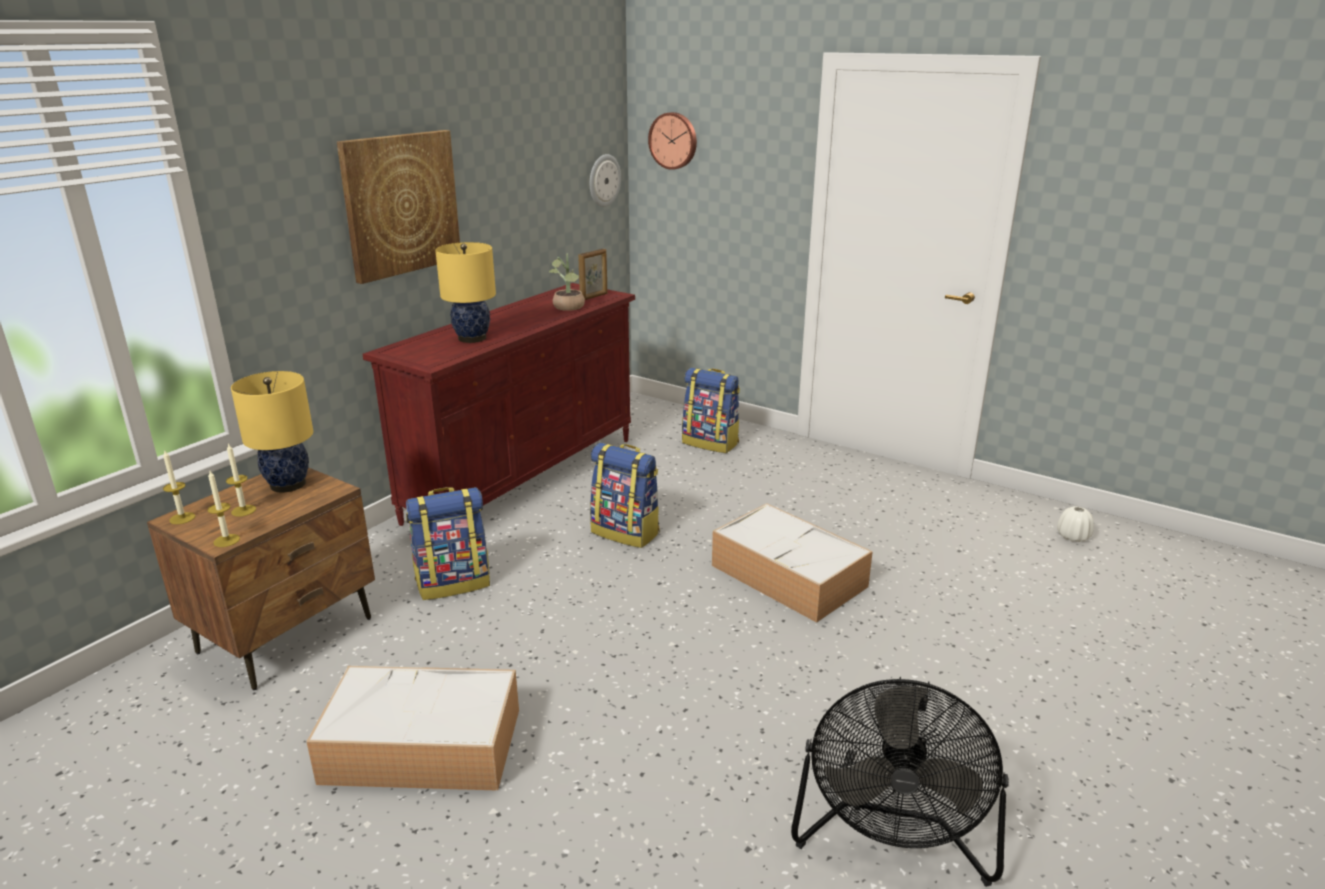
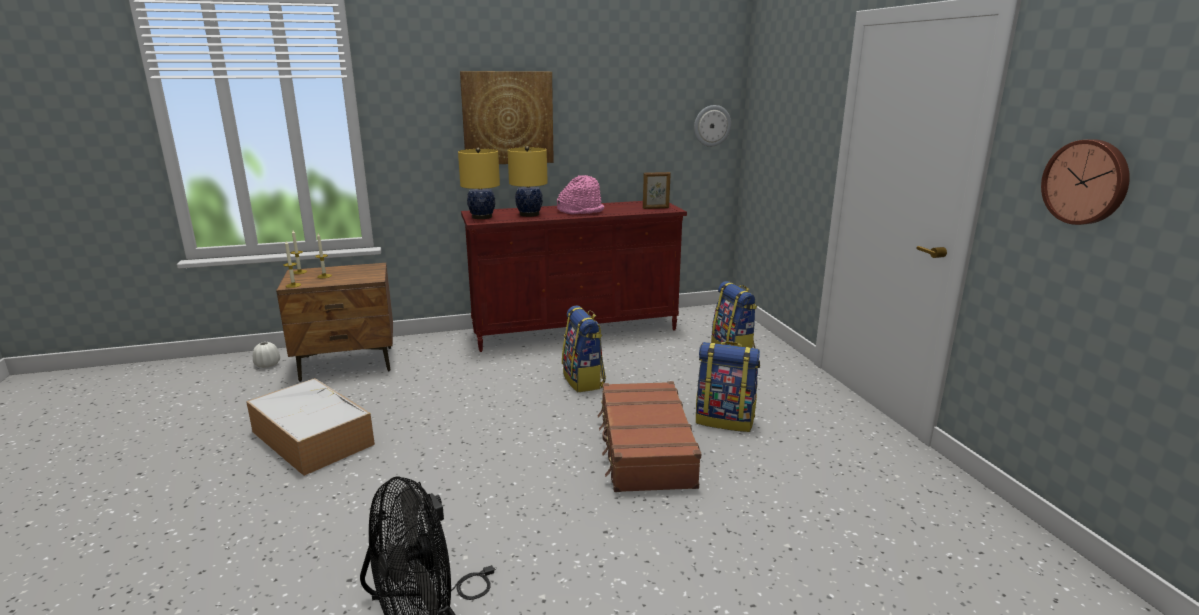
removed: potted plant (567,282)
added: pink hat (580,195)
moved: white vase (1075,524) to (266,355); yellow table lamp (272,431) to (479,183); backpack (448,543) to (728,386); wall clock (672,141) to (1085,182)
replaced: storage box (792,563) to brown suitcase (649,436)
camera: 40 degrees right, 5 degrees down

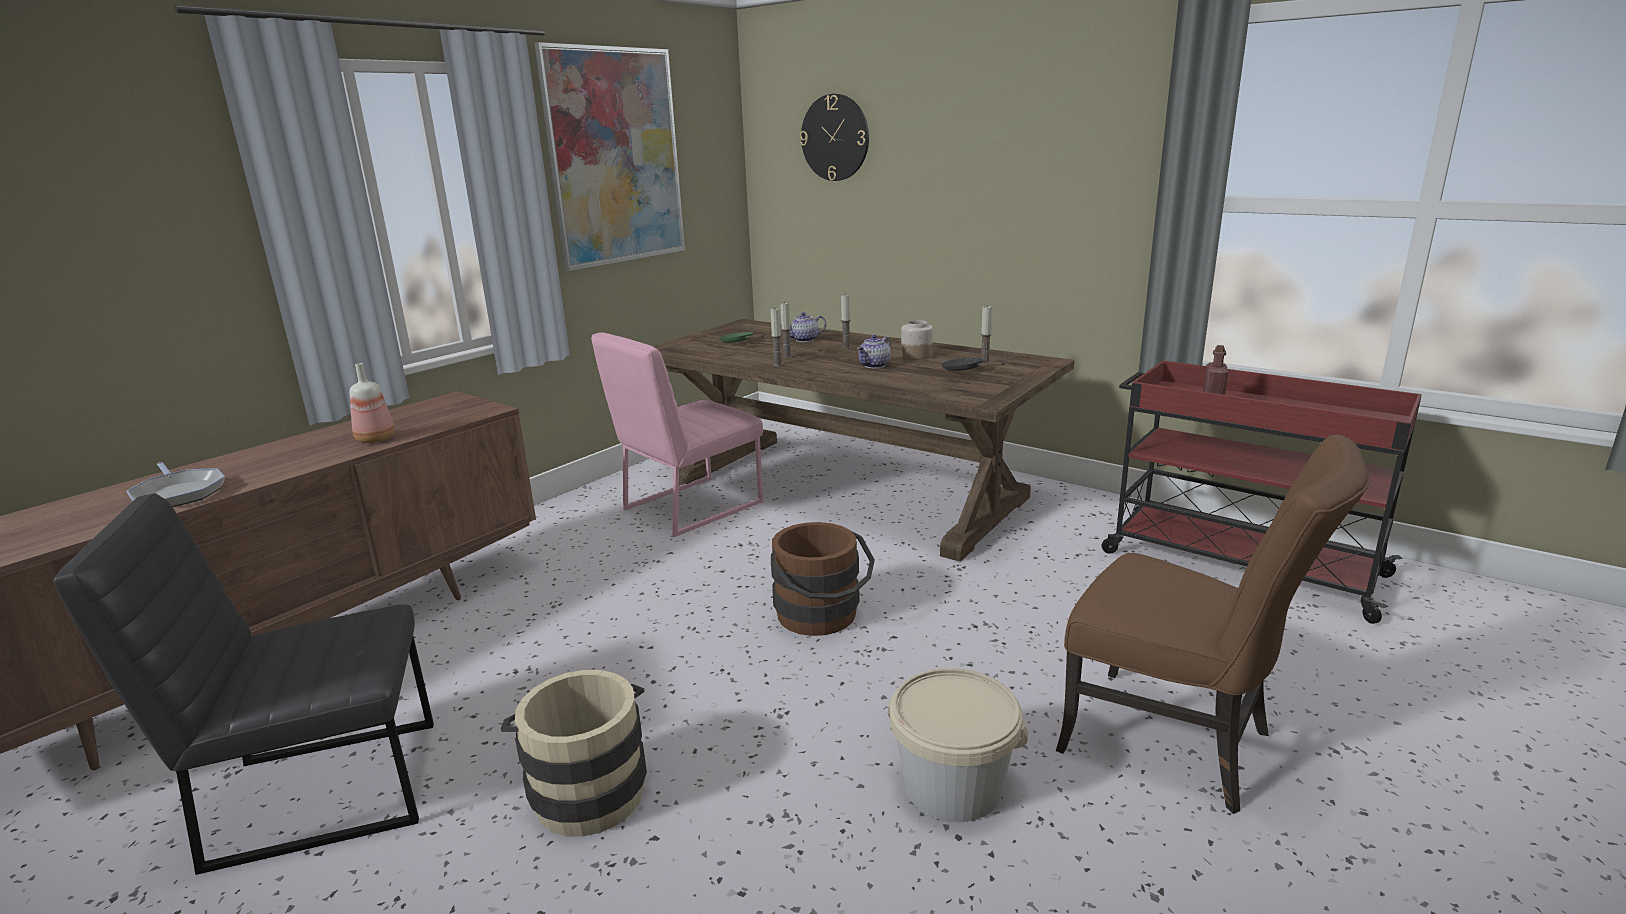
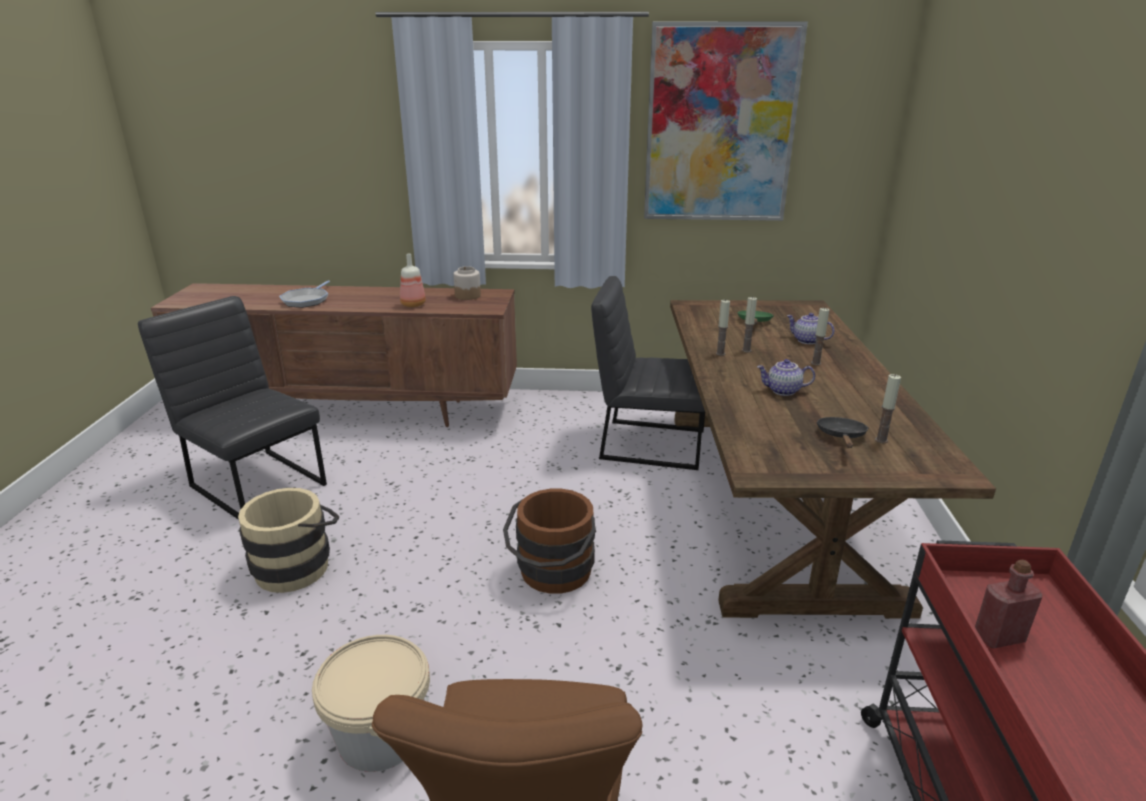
removed: wall clock (834,137)
moved: jar (917,339) to (467,283)
recoloured: pink chair (677,434) to grey chair (648,373)
camera: 55 degrees right, 5 degrees up

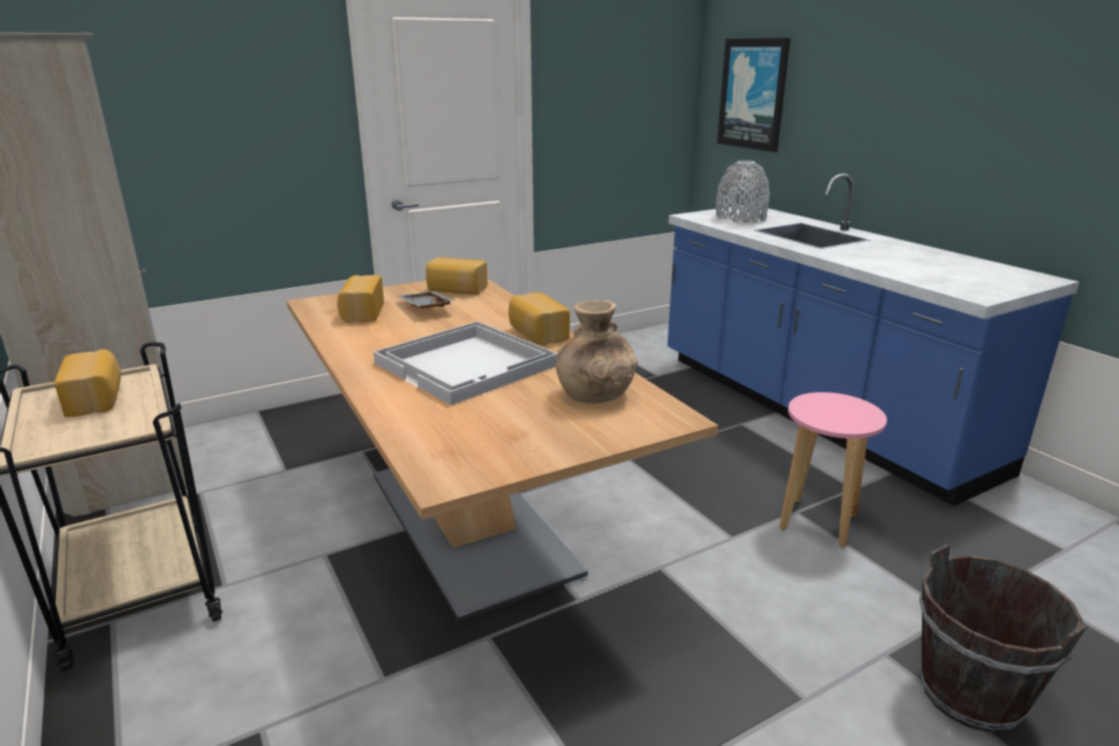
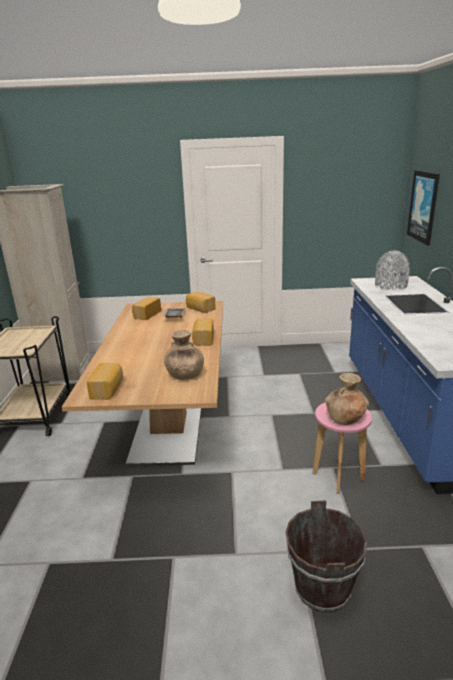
removed: white tray (465,363)
added: brown vase (347,399)
moved: bread (88,383) to (105,381)
camera: 30 degrees right, 0 degrees up

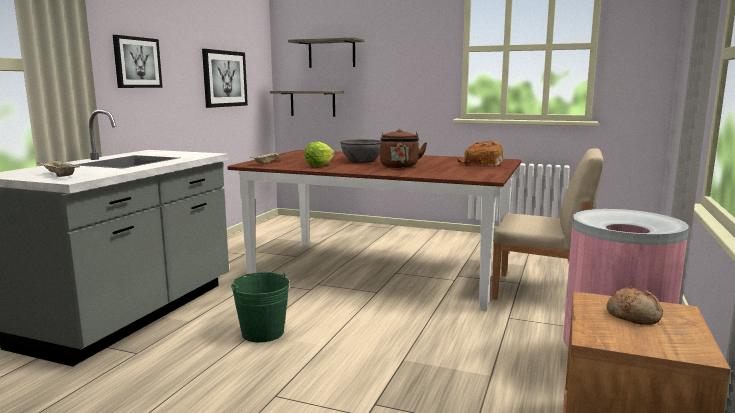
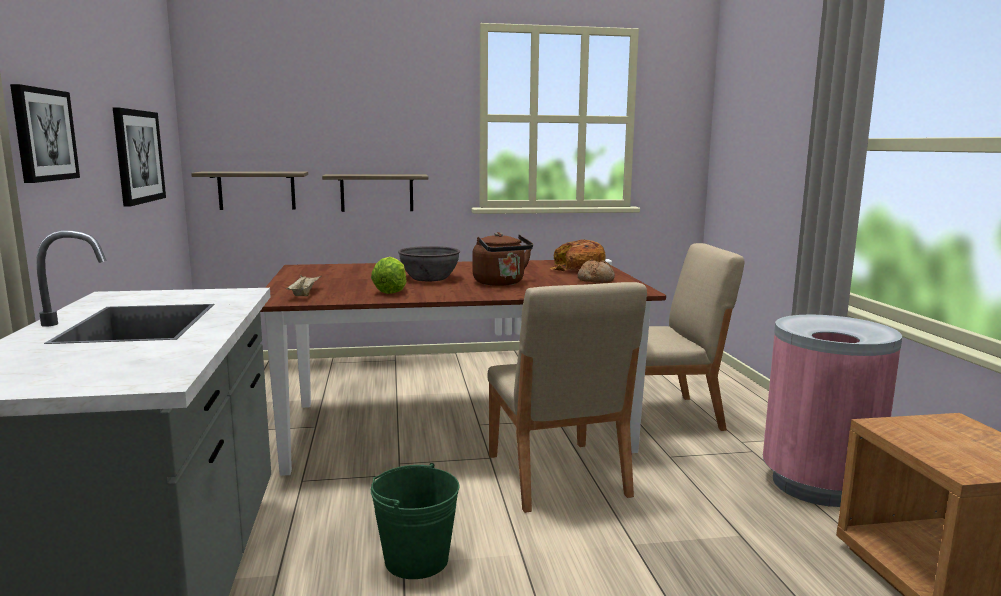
removed: beige tray (59,168)
added: beige chair (567,397)
moved: shelf (326,52) to (375,193); bread (634,306) to (596,271)
camera: 30 degrees left, 0 degrees up

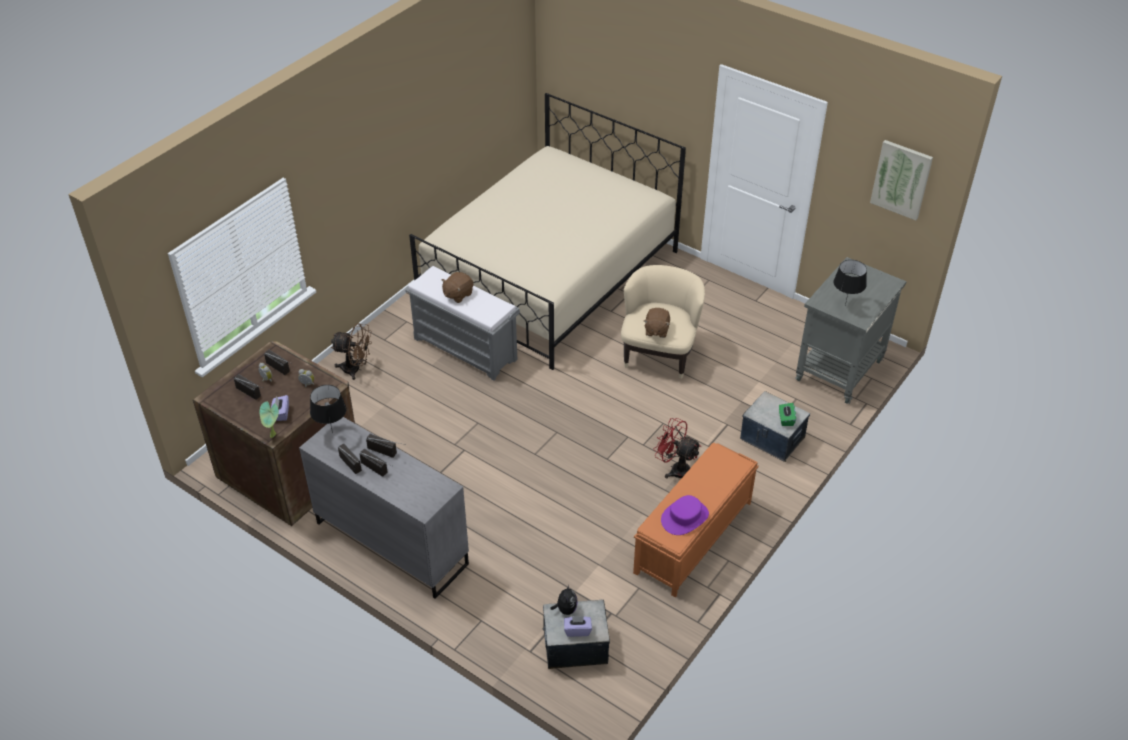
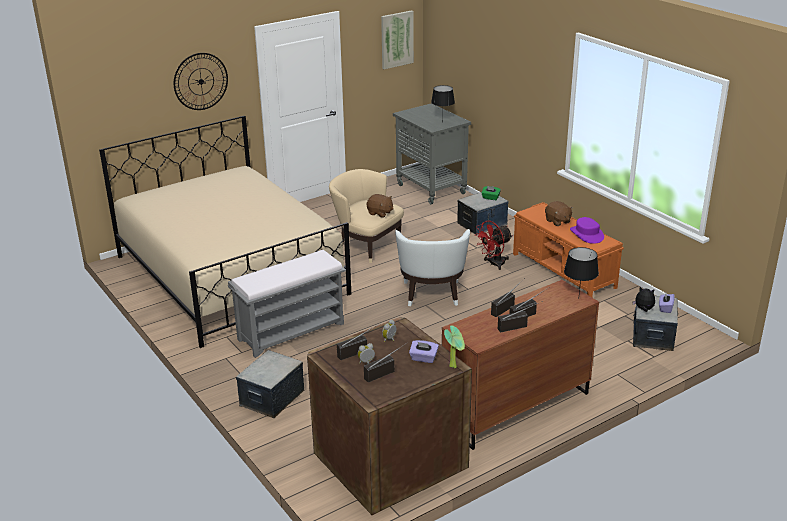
added: wall clock (201,81); white armchair (432,268)
moved: brown plush toy (457,287) to (559,213); black table lamp (328,409) to (581,270)
replaced: brown fan (351,351) to storage box (270,384)
recoloured: grey dresser (384,508) to brown dresser (520,365)
camera: 70 degrees left, 15 degrees down

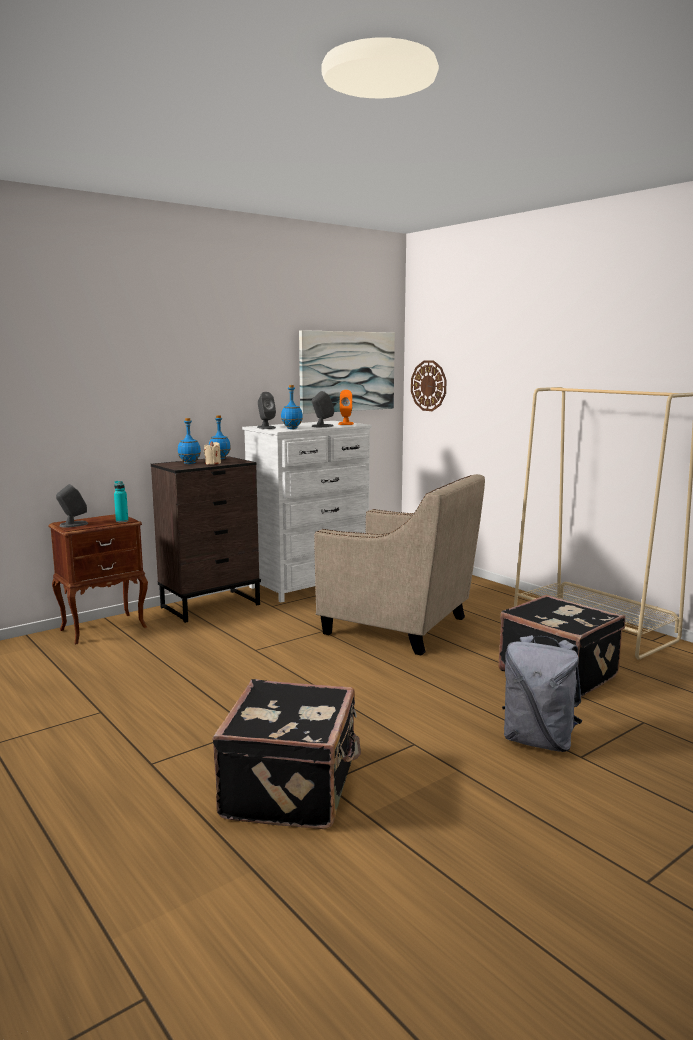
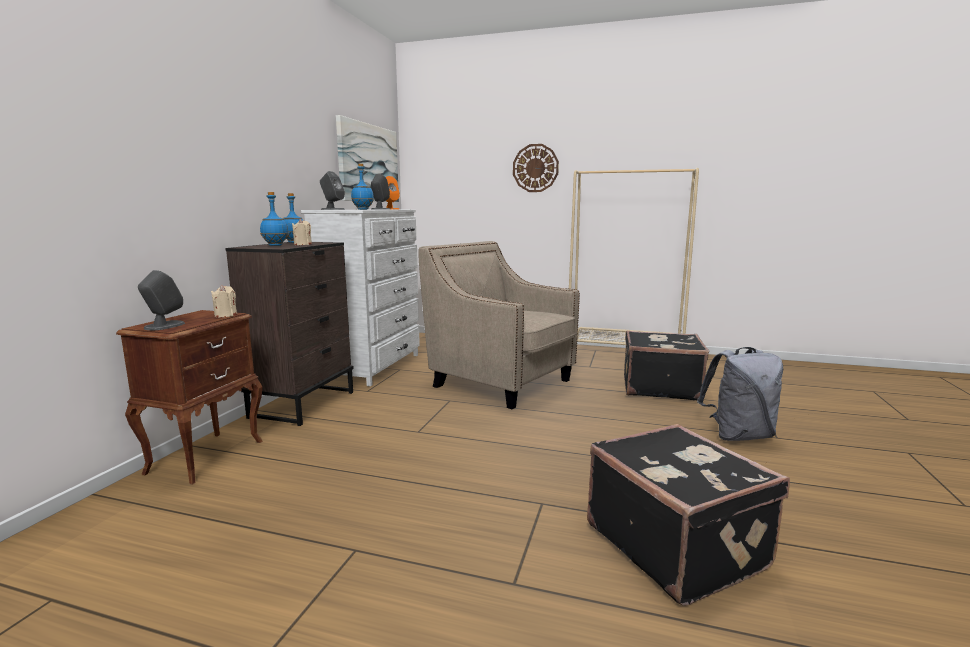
moved: wall clock (429,385) to (536,168)
replaced: turquoise bottle (121,501) to beige candle (224,301)
turned: beige armchair (399,565) = (499,325) 135 degrees counterclockwise
camera: 35 degrees left, 0 degrees up

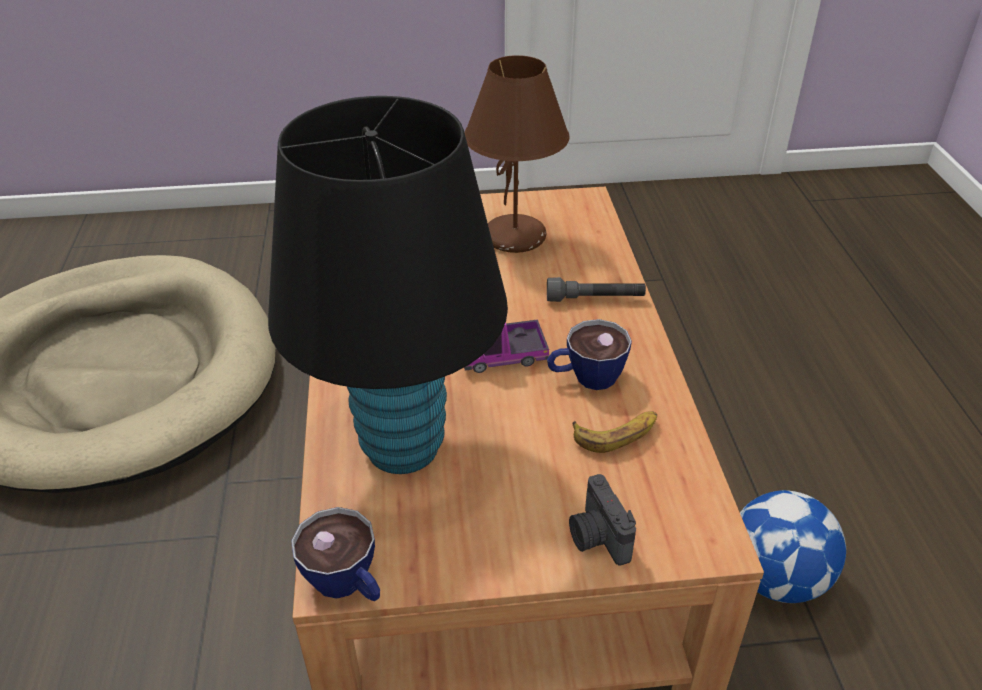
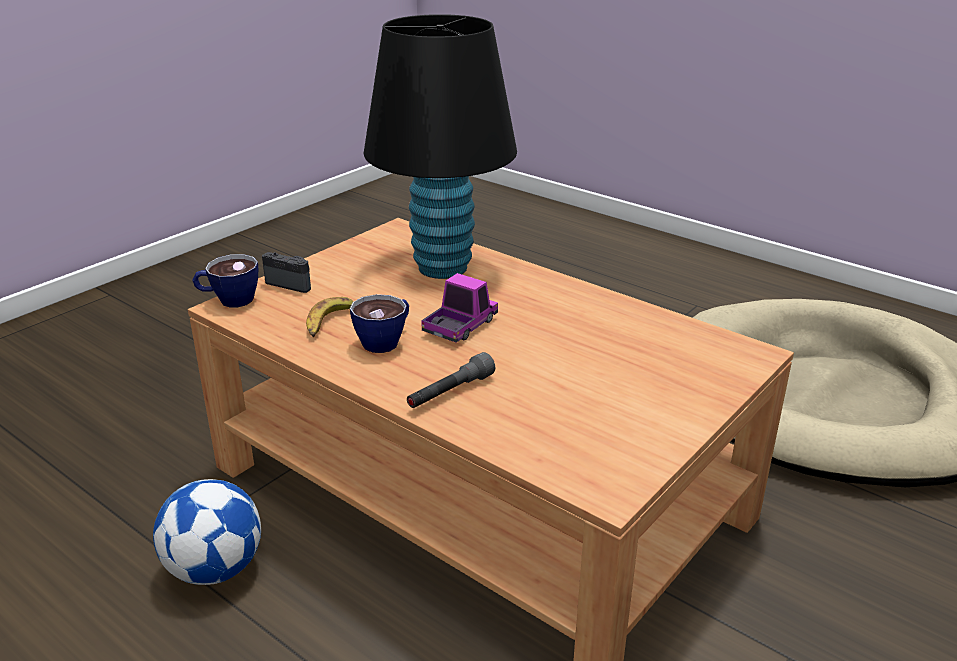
removed: brown table lamp (517,154)
moved: cup (335,554) to (225,281)
camera: 135 degrees right, 10 degrees down

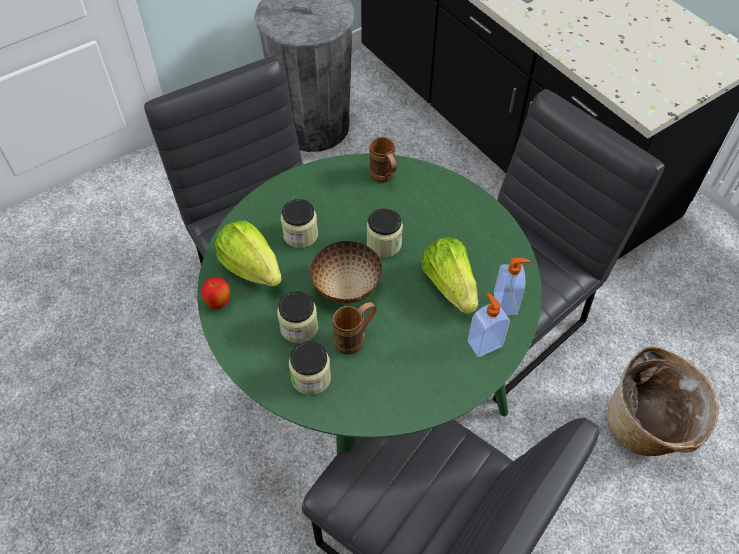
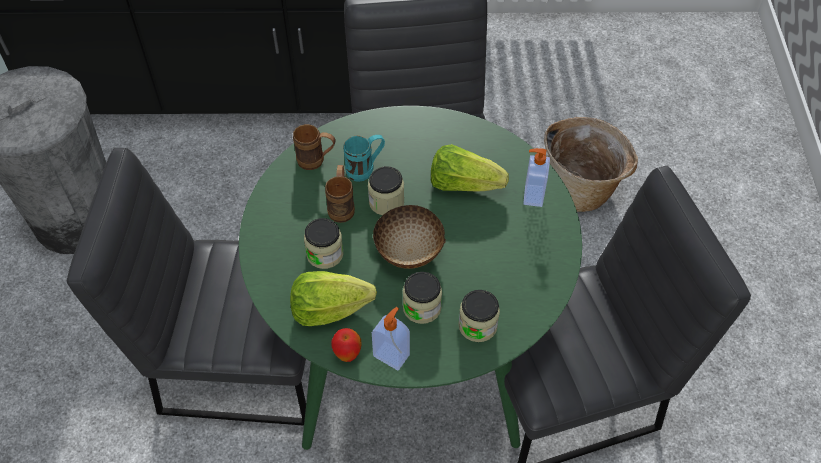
added: turquoise mug (364,158)
moved: brown mug (354,328) to (340,194); soap dispenser (512,286) to (391,338)
camera: 55 degrees left, 0 degrees up

